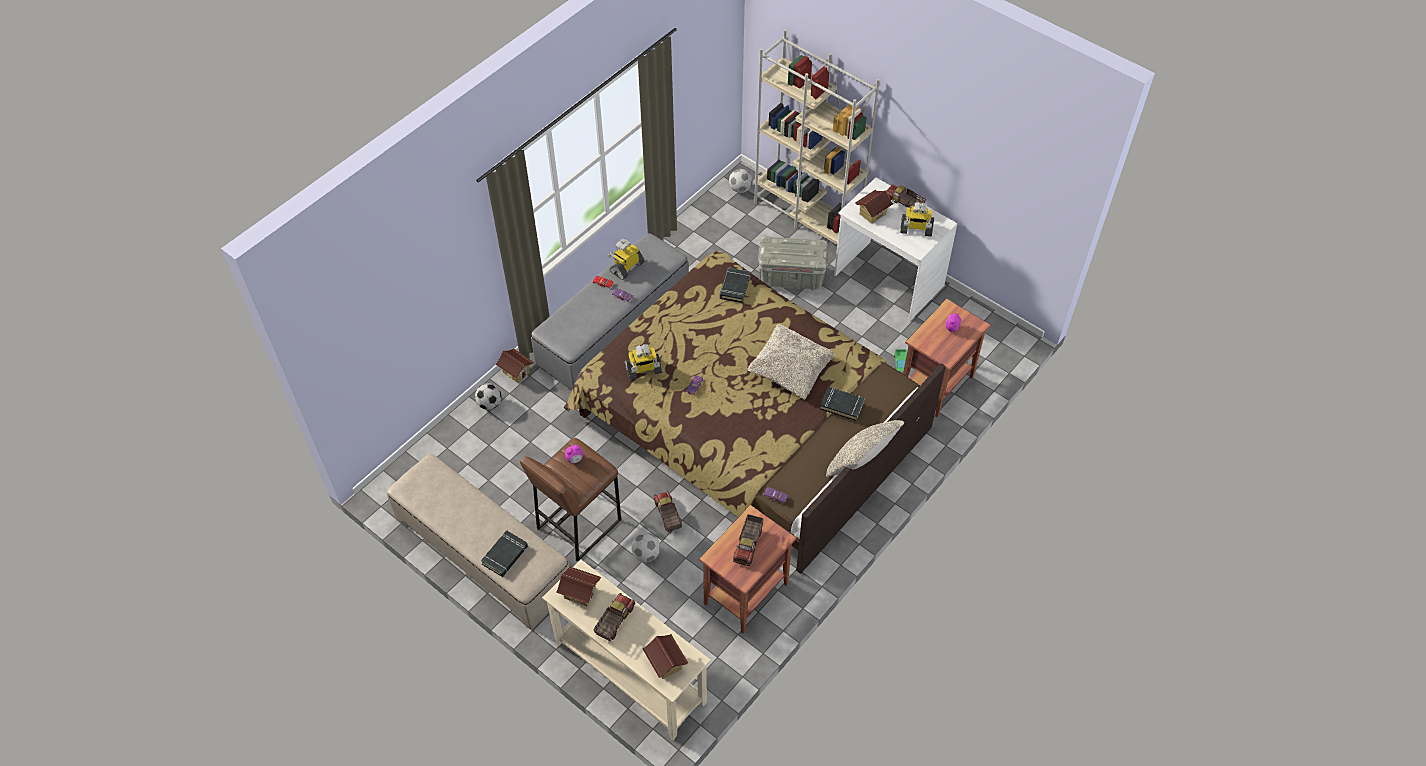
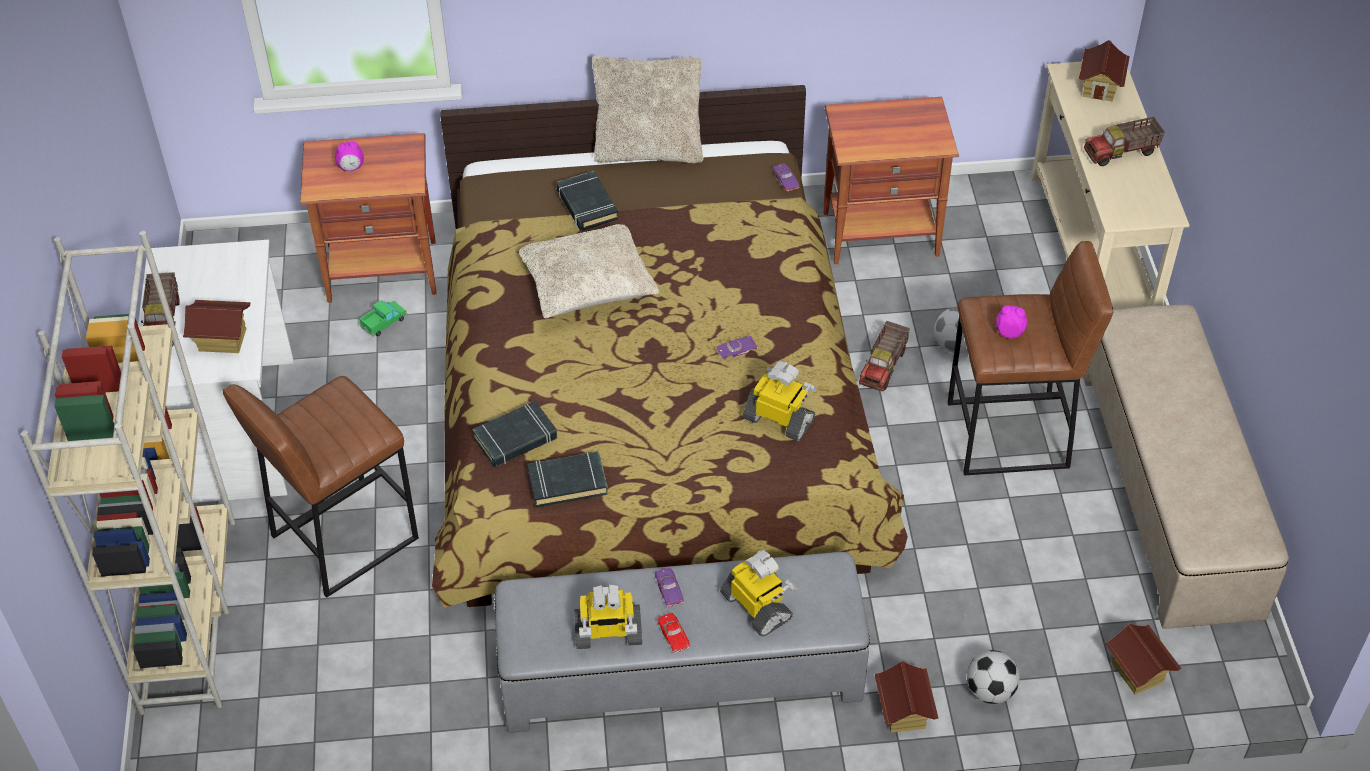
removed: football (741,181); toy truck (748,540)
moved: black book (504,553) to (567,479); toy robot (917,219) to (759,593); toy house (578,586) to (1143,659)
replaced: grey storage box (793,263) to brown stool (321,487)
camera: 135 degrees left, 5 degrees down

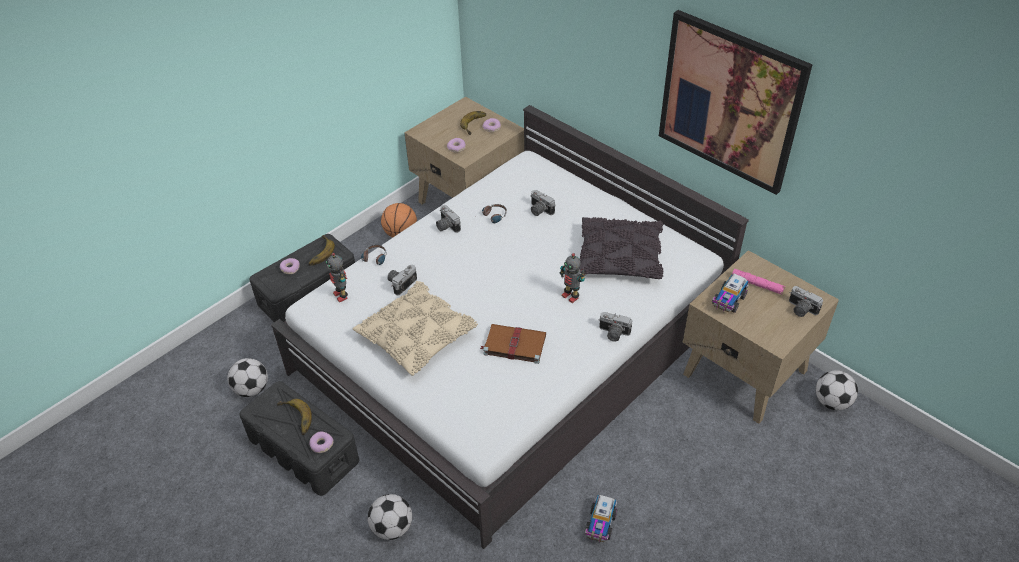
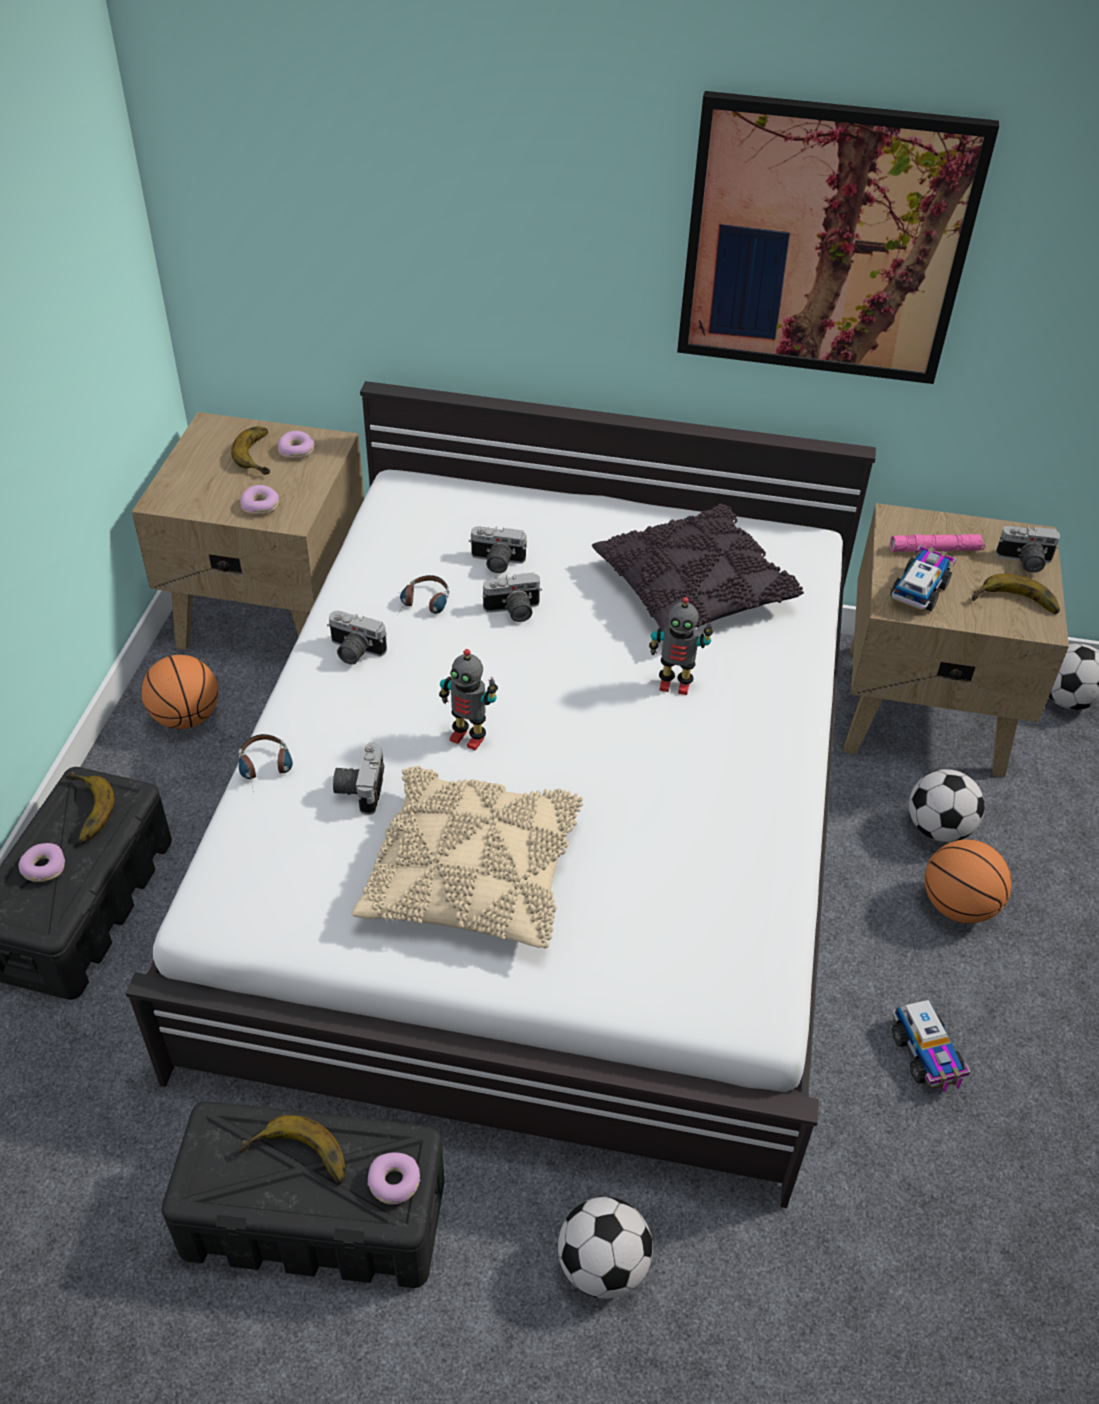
removed: brown book (513,344)
added: basketball (968,881); banana (1016,594)
moved: toy robot (337,277) to (468,700); photo camera (615,327) to (512,597); football (248,377) to (947,805)
turned: toy truck (730,293) = (923,578) 150 degrees counterclockwise
camera: 35 degrees left, 0 degrees up

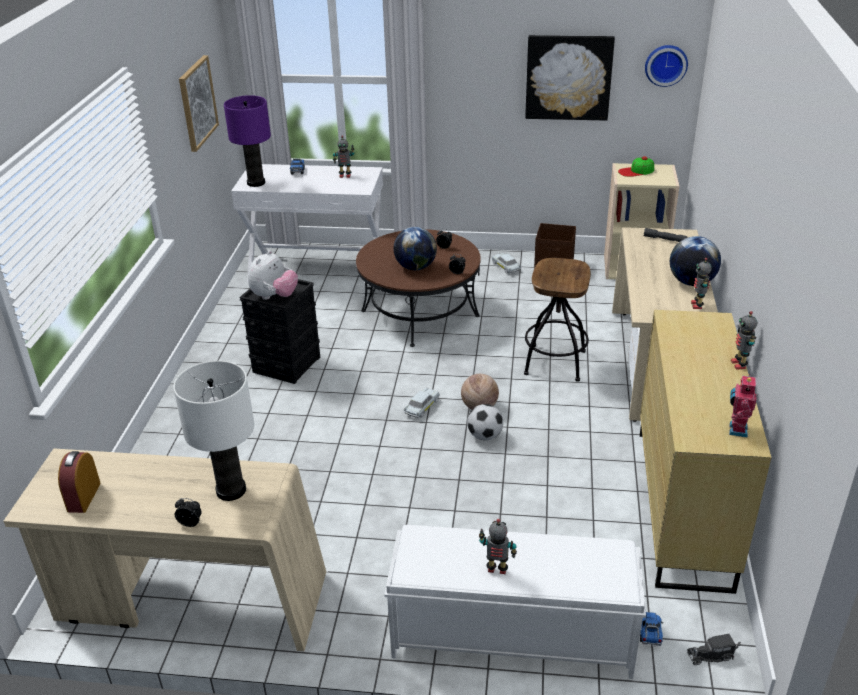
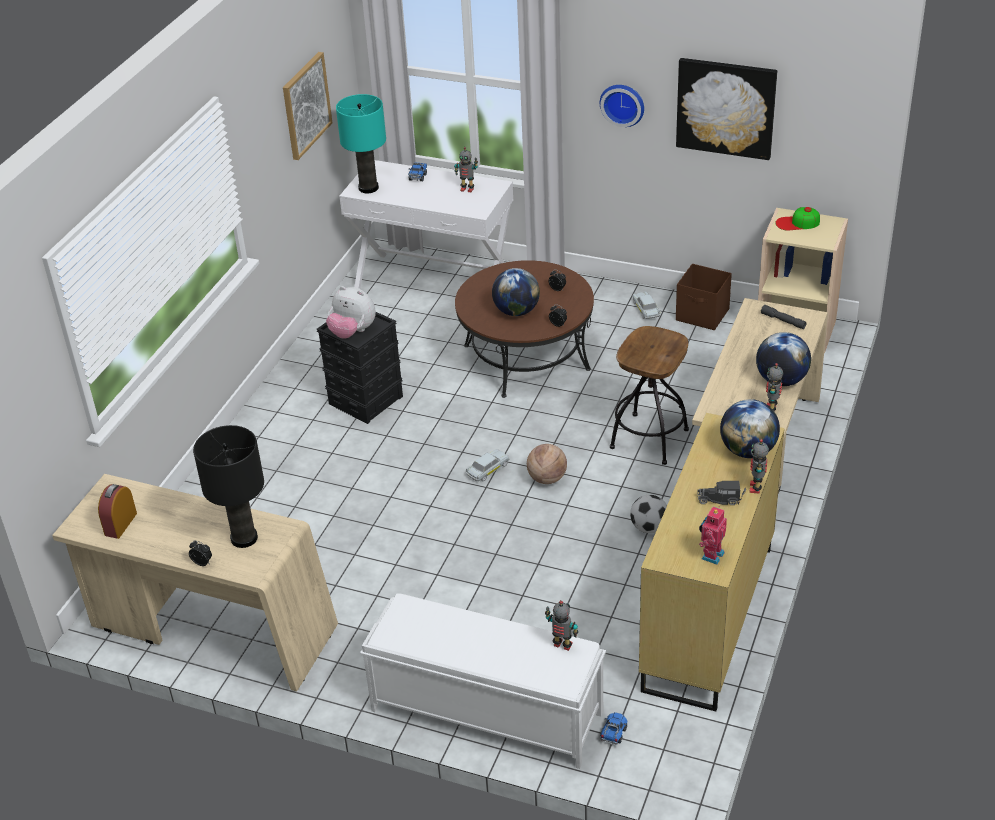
added: globe (750,428)
moved: toy robot (498,546) to (561,625); wall clock (666,66) to (622,106); football (485,422) to (648,514); toy truck (714,649) to (721,493)
recoloured: white table lamp (214,431) to black table lamp (228,486); purple table lamp (247,141) to turquoise table lamp (361,143)
turned: plush toy (273,275) = (351,312) 75 degrees clockwise
camera: 15 degrees right, 5 degrees up

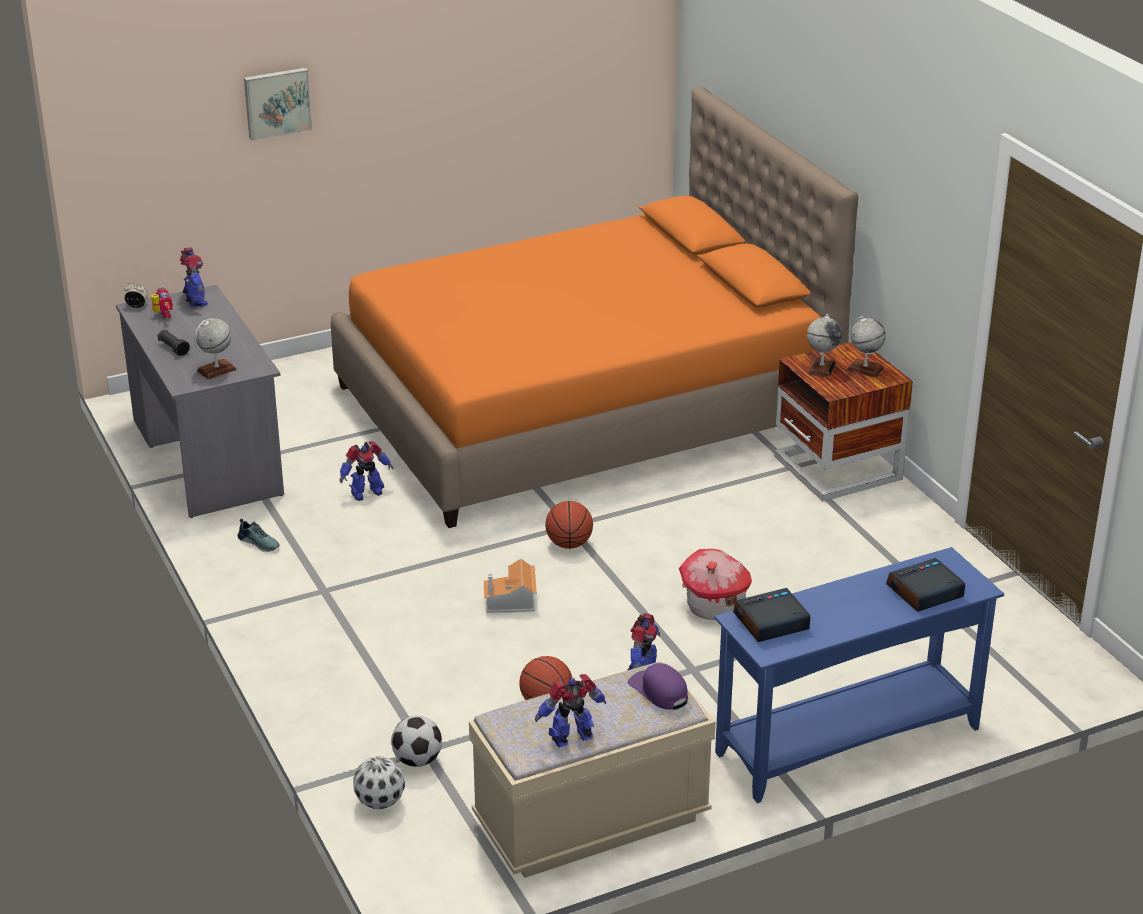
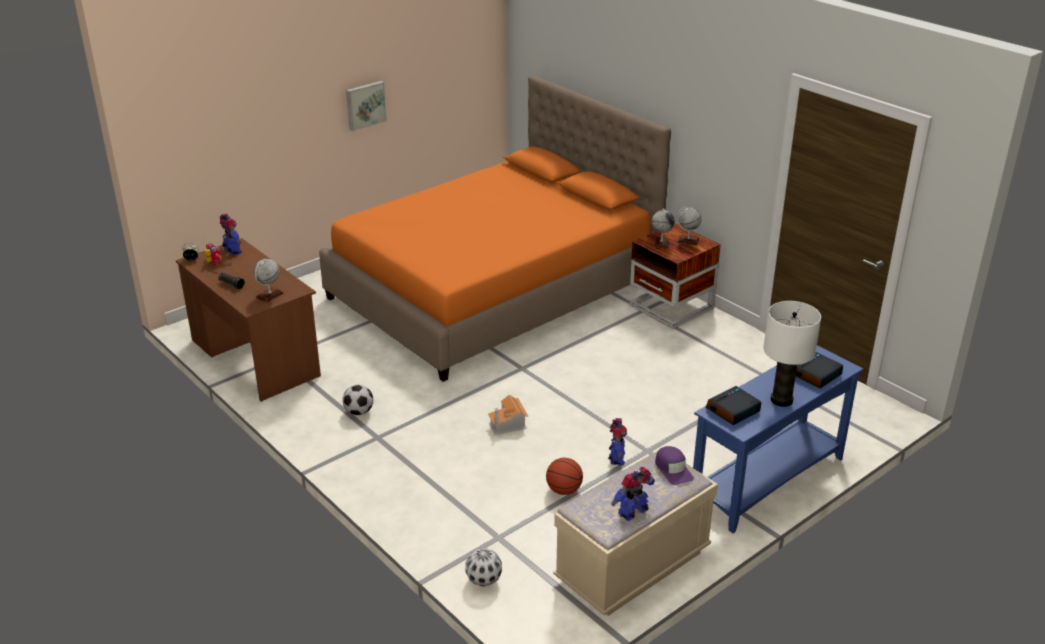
removed: shoe (259,535); toy robot (366,471); basketball (569,525); toy house (715,584)
added: white table lamp (792,354)
moved: football (416,741) to (357,400); picture (278,104) to (366,106)
recoloured: grey desk (200,401) to brown desk (248,320)
turned: purple cap (657,686) = (674,465) 150 degrees counterclockwise
camera: 15 degrees left, 0 degrees up

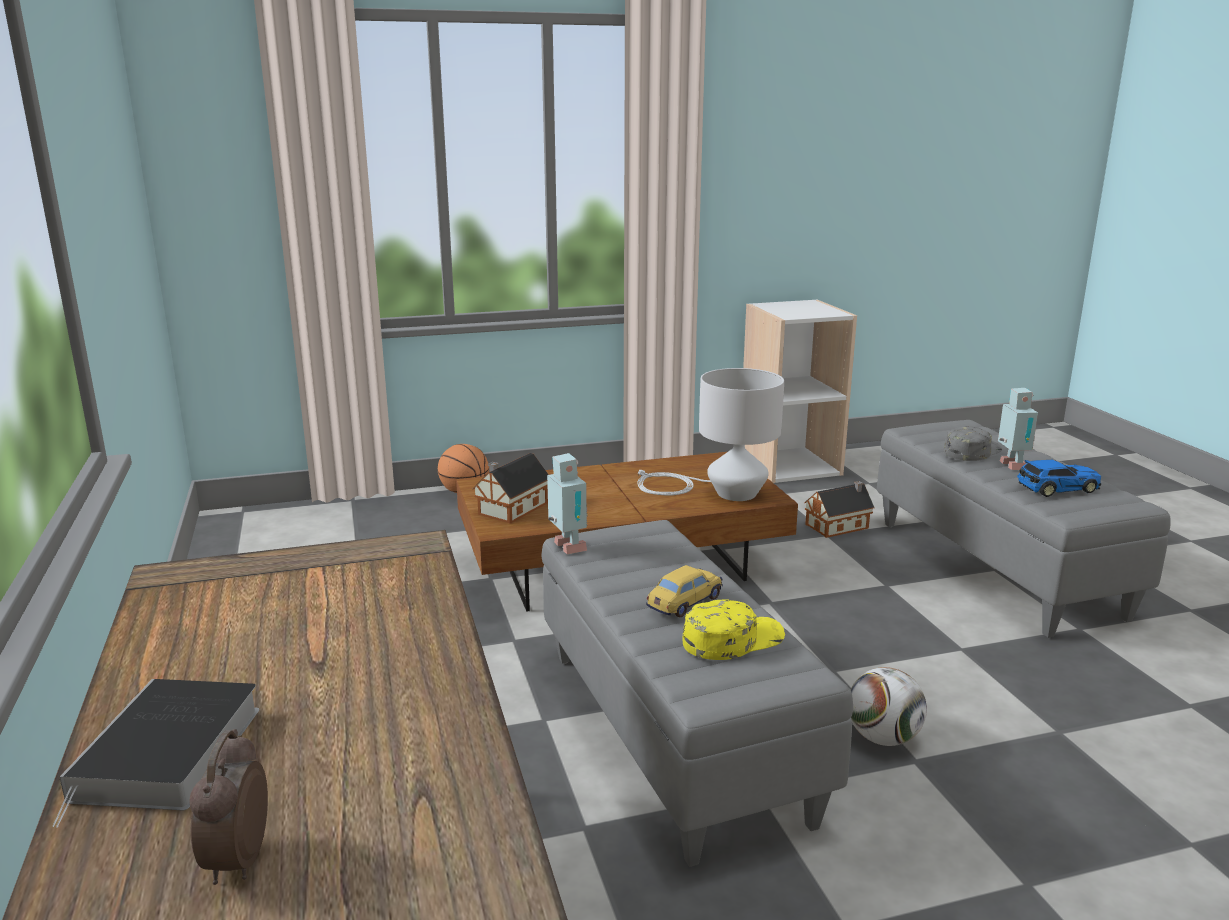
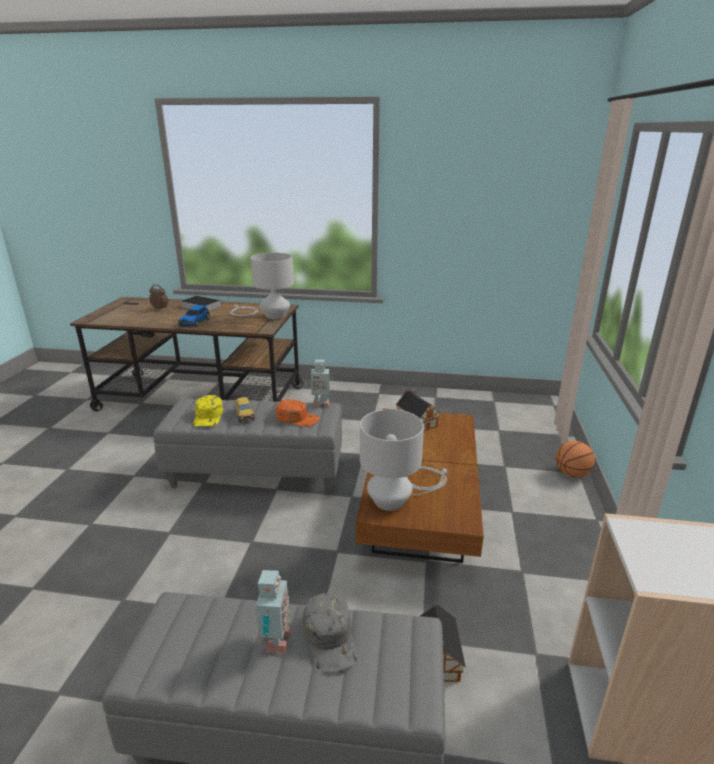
removed: football (889,706)
added: white table lamp (262,286); orange cap (298,413)
moved: toy car (1059,478) to (194,316)
turned: toy robot (1018,429) = (273,612) 105 degrees counterclockwise
camera: 115 degrees right, 5 degrees up

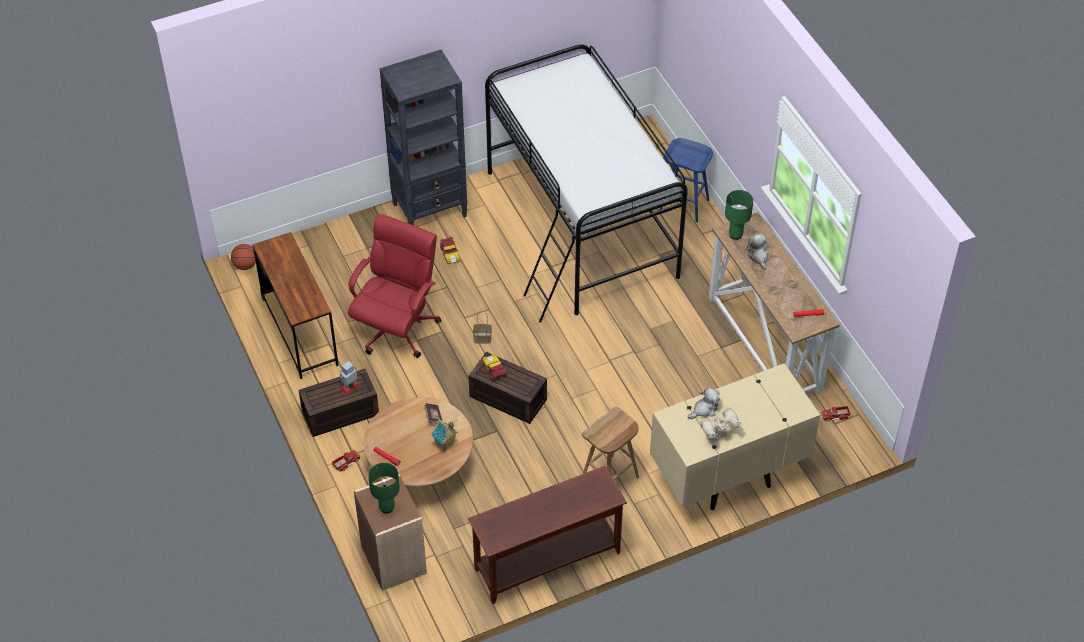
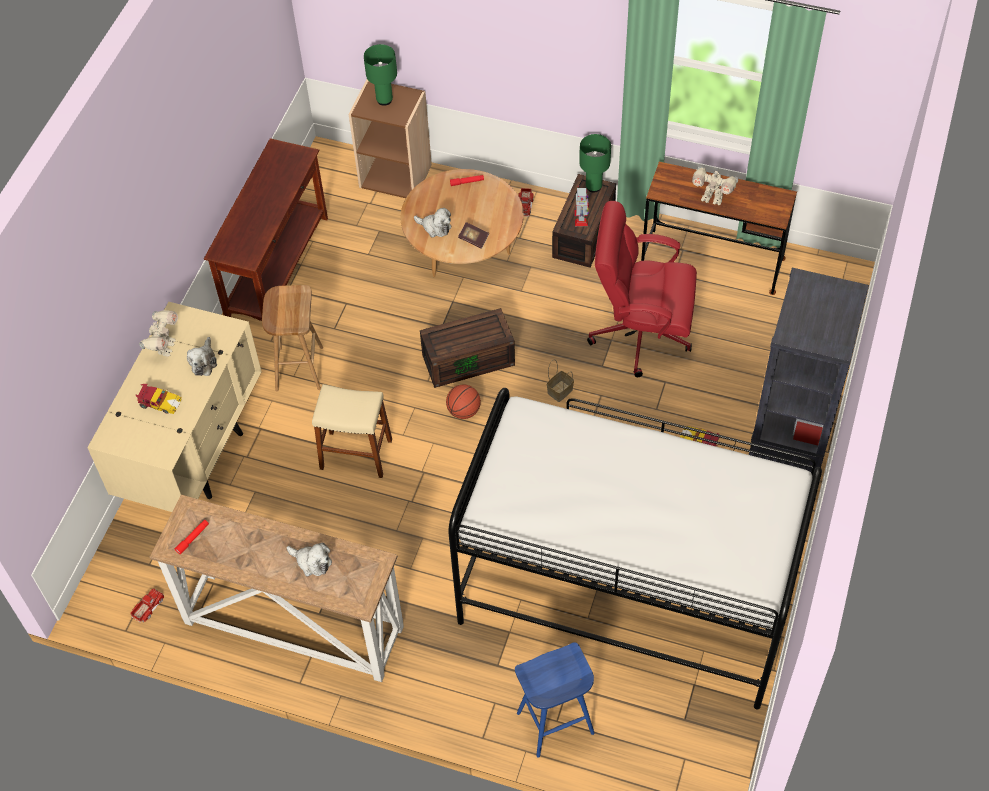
added: beige stool (352,431); toy robot (715,185)
moved: toy car (494,367) to (158,399); basketball (243,257) to (463,401); green table lamp (739,215) to (595,163)
replaced: toy house (444,435) to plush toy (433,223)
turned: red office chair (394,286) = (642,289) 120 degrees clockwise
camera: 135 degrees right, 5 degrees up

